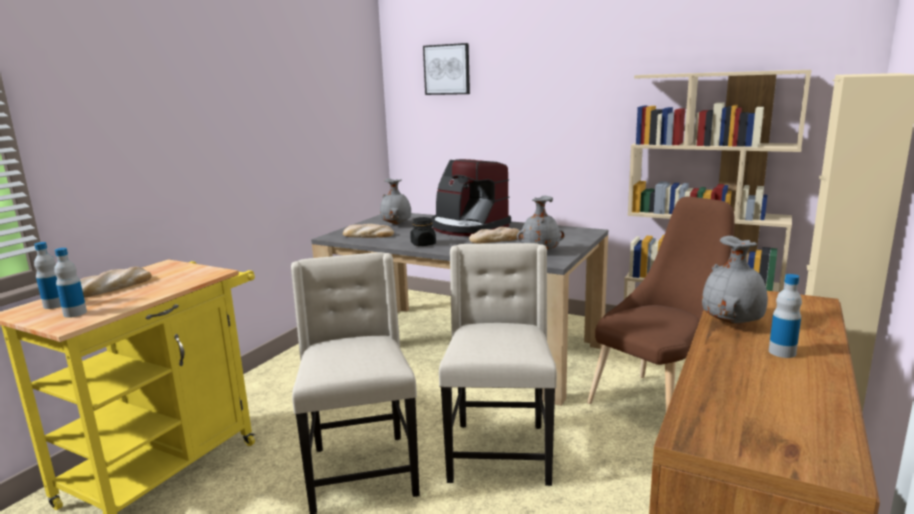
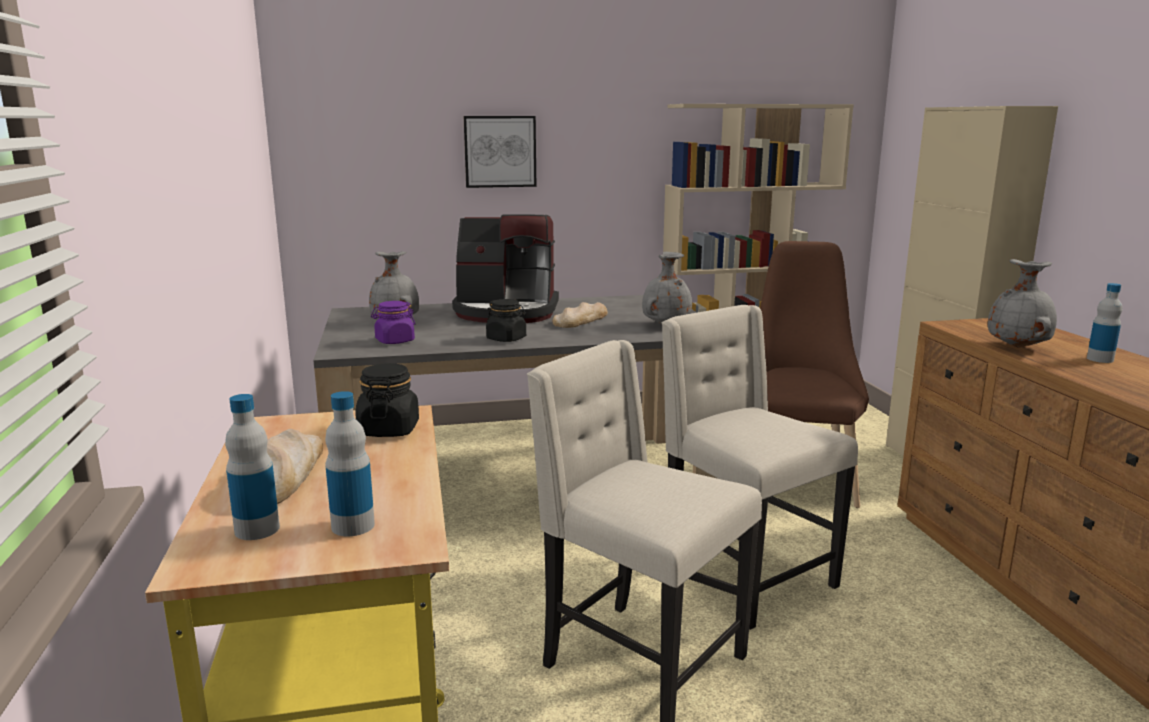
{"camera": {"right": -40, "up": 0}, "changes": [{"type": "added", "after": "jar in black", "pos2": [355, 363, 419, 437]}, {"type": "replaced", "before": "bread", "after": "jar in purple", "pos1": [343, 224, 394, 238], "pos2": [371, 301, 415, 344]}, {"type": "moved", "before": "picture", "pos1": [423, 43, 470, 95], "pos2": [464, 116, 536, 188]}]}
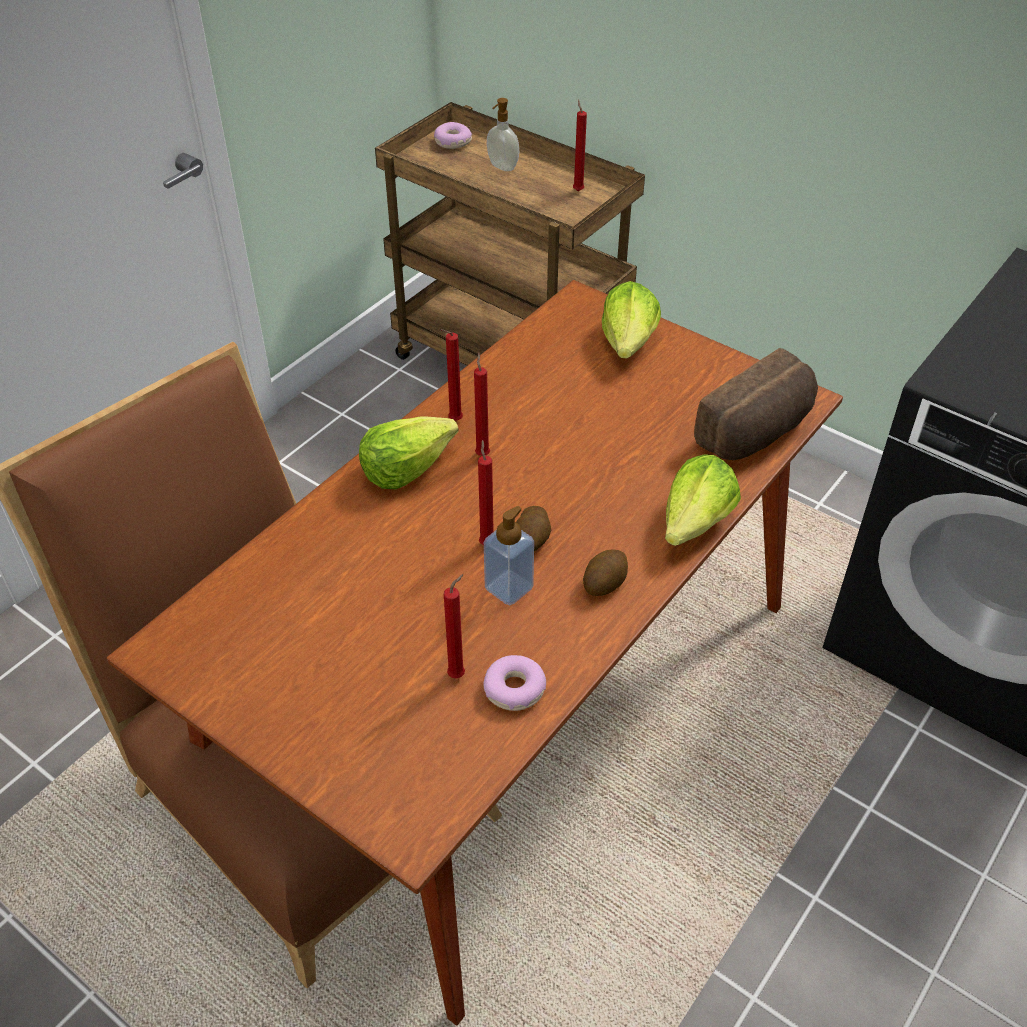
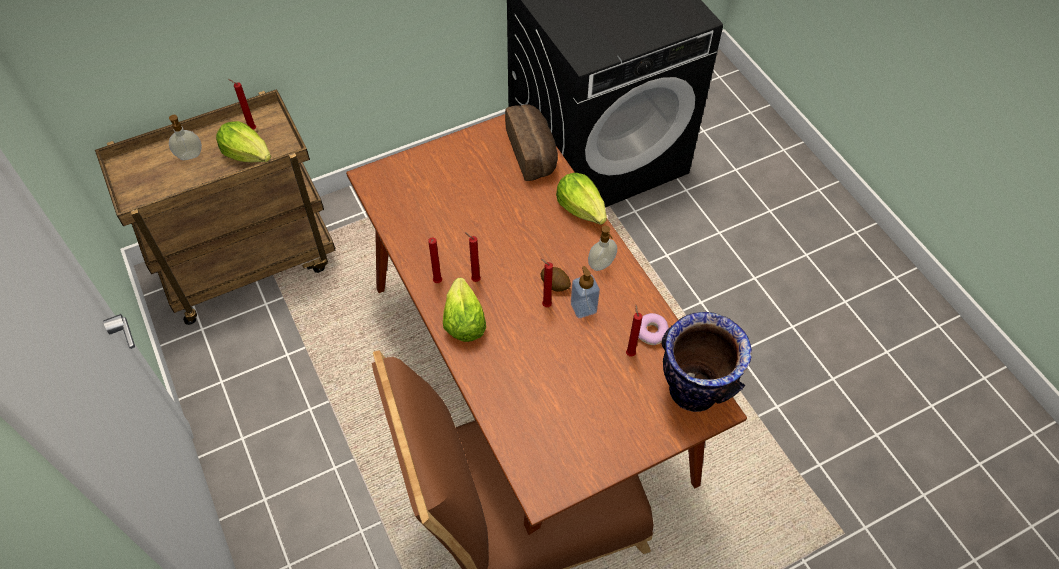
{"camera": {"right": -65, "up": 10}, "changes": [{"type": "moved", "before": "lettuce", "pos1": [602, 281, 661, 359], "pos2": [216, 121, 271, 163]}, {"type": "replaced", "before": "potato", "after": "soap dispenser", "pos1": [583, 549, 628, 596], "pos2": [588, 225, 617, 271]}, {"type": "added", "after": "vase", "pos2": [661, 312, 752, 412]}, {"type": "removed", "before": "donut", "pos1": [434, 122, 472, 149]}]}
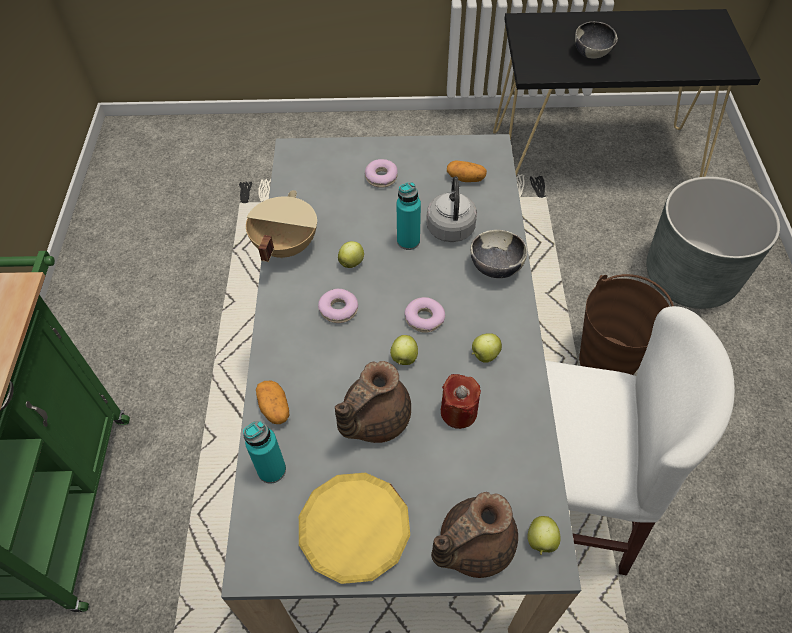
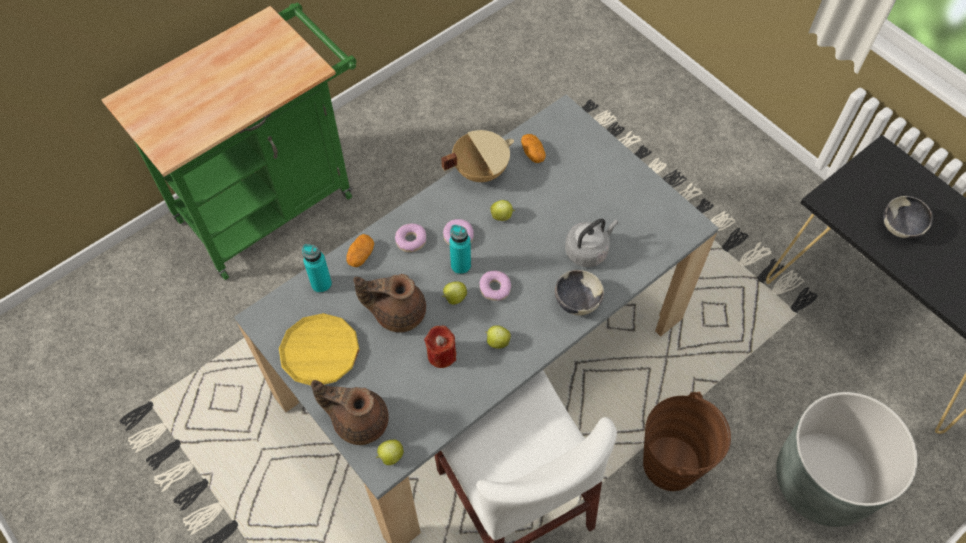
{"camera": {"right": 50, "up": 5}, "changes": [{"type": "moved", "before": "donut", "pos1": [365, 159, 398, 188], "pos2": [395, 223, 426, 252]}, {"type": "moved", "before": "bottle in turquoise", "pos1": [396, 182, 421, 250], "pos2": [450, 225, 471, 275]}, {"type": "moved", "before": "potato", "pos1": [447, 160, 487, 182], "pos2": [521, 134, 546, 163]}]}
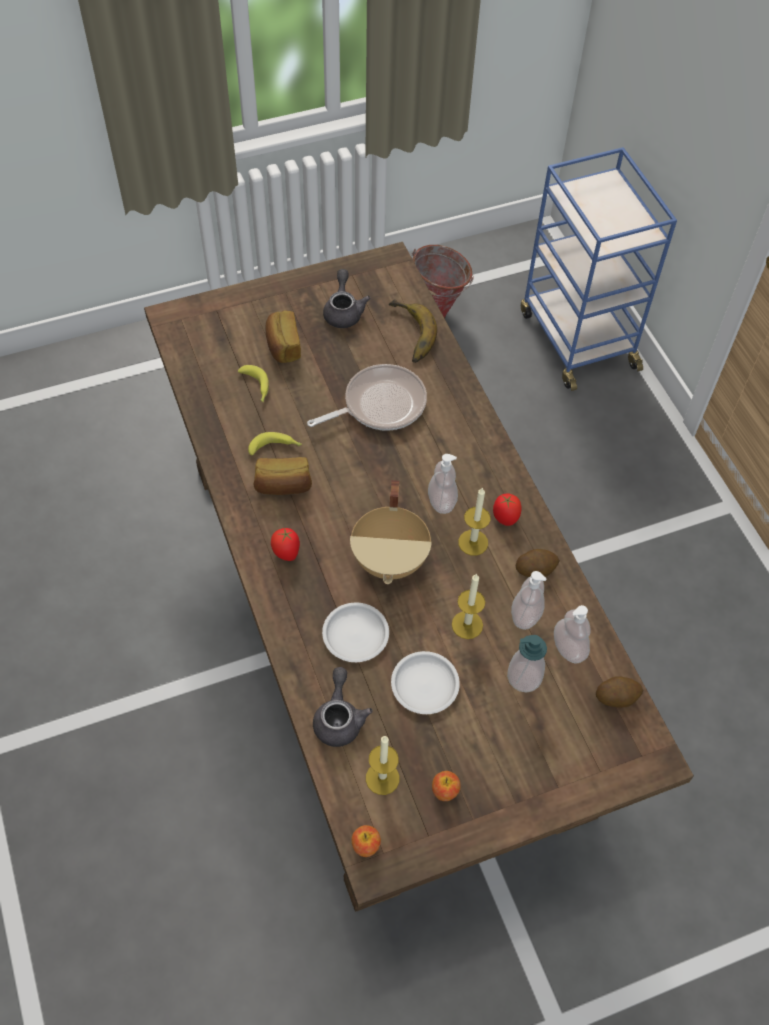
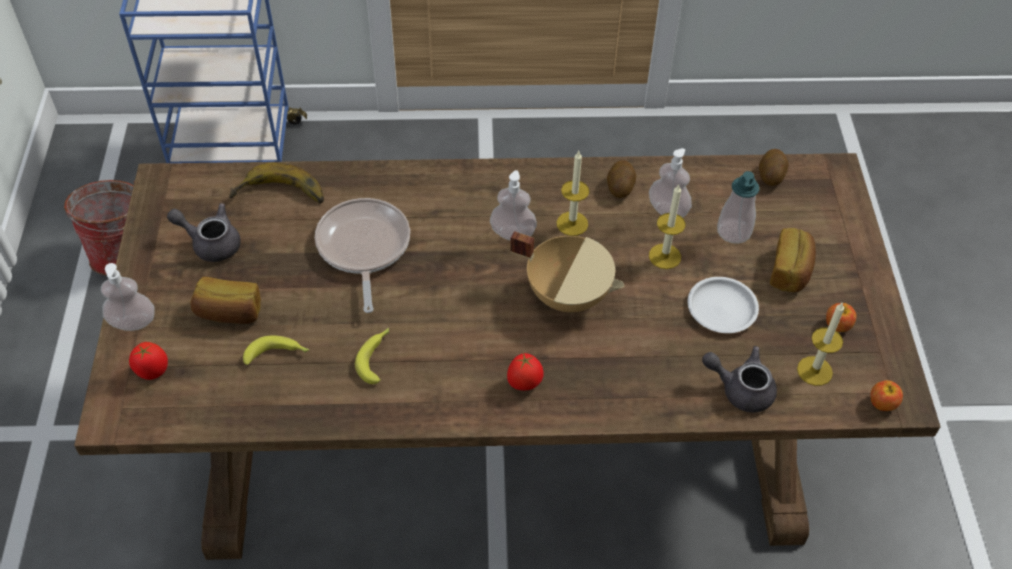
{"camera": {"right": -70, "up": -5}, "changes": [{"type": "moved", "before": "soap dispenser", "pos1": [554, 605, 591, 664], "pos2": [101, 263, 155, 331]}, {"type": "moved", "before": "tomato", "pos1": [493, 493, 522, 526], "pos2": [129, 342, 168, 380]}, {"type": "moved", "before": "bread", "pos1": [253, 457, 312, 495], "pos2": [770, 228, 816, 292]}, {"type": "removed", "before": "plate in white", "pos1": [322, 603, 389, 662]}]}
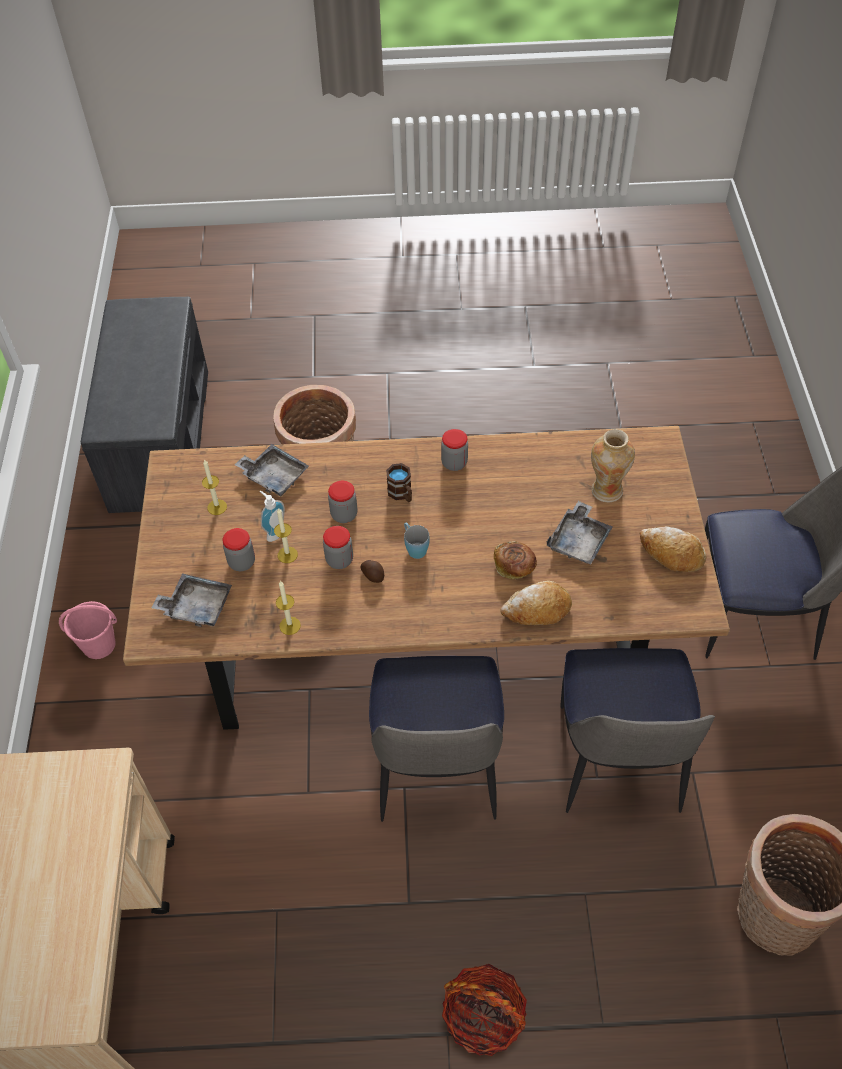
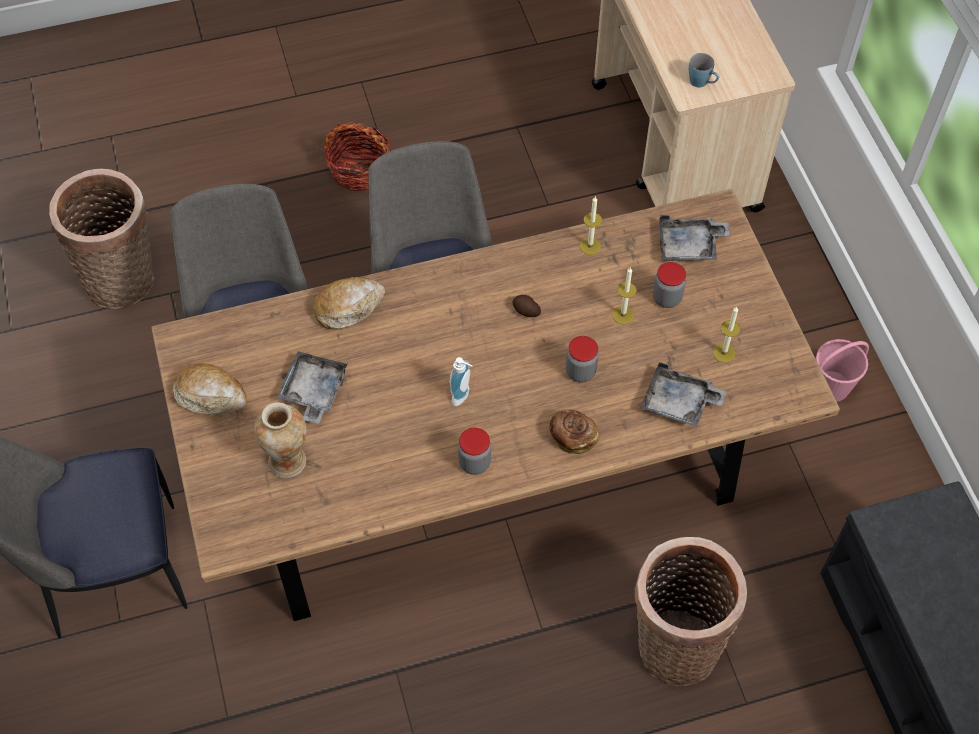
{"camera": {"right": 165, "up": 5}, "changes": [{"type": "moved", "before": "soap dispenser", "pos1": [260, 491, 285, 542], "pos2": [450, 357, 472, 406]}, {"type": "moved", "before": "bread", "pos1": [494, 541, 537, 580], "pos2": [549, 409, 599, 454]}, {"type": "moved", "before": "mug in blue", "pos1": [404, 522, 430, 559], "pos2": [689, 53, 719, 87]}, {"type": "removed", "before": "jar", "pos1": [323, 526, 353, 569]}, {"type": "removed", "before": "mug in brown", "pos1": [386, 463, 412, 502]}]}
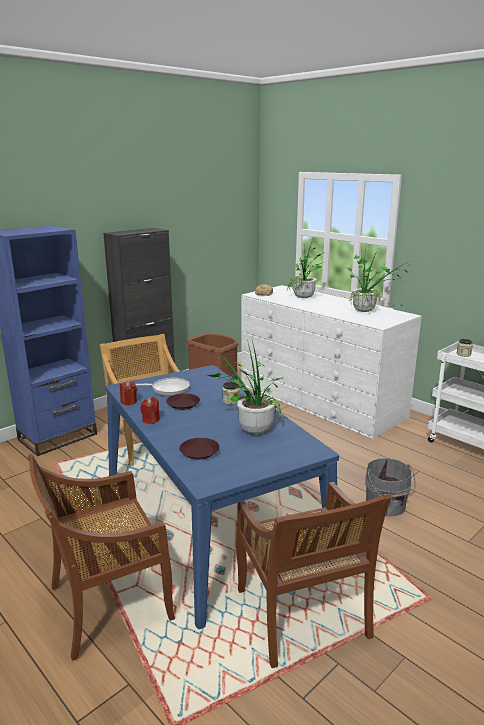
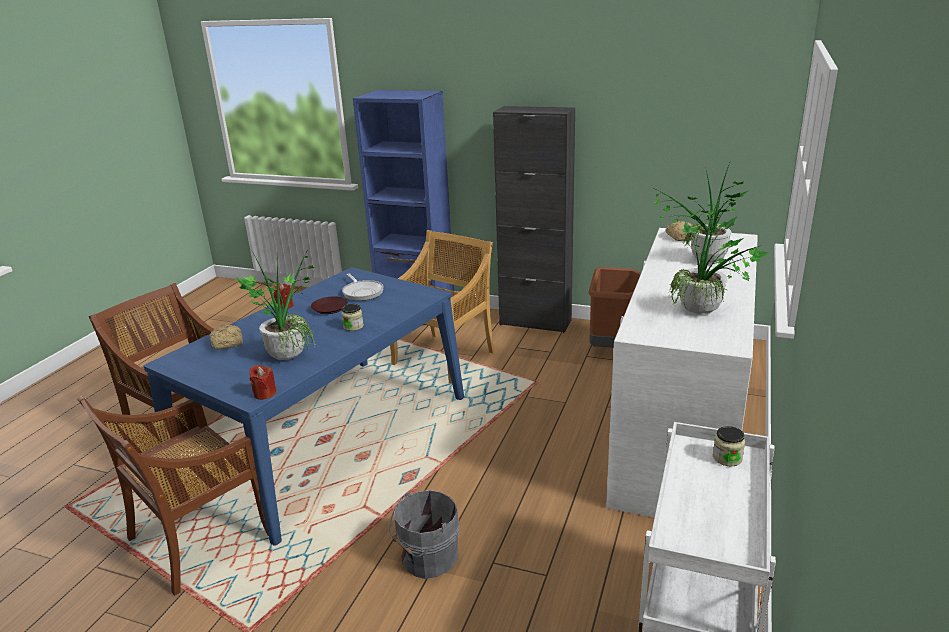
{"camera": {"right": 65, "up": 5}, "changes": [{"type": "replaced", "before": "plate in brown", "after": "bread", "pos1": [179, 438, 219, 459], "pos2": [210, 325, 243, 349]}, {"type": "moved", "before": "candle in red", "pos1": [120, 381, 137, 405], "pos2": [250, 365, 277, 400]}]}
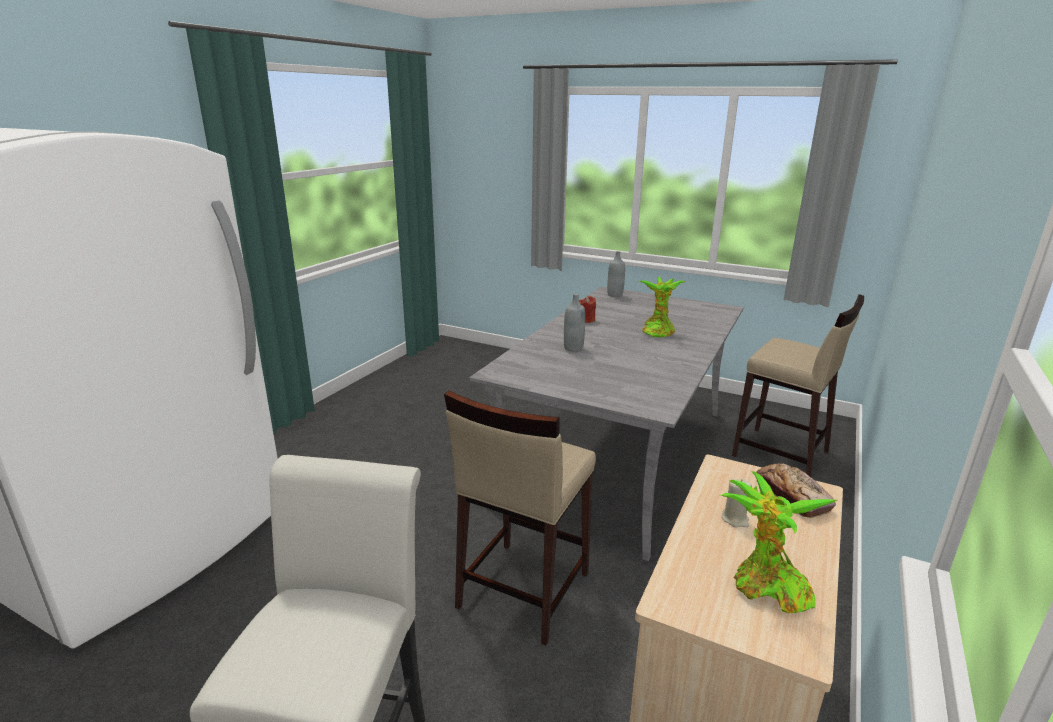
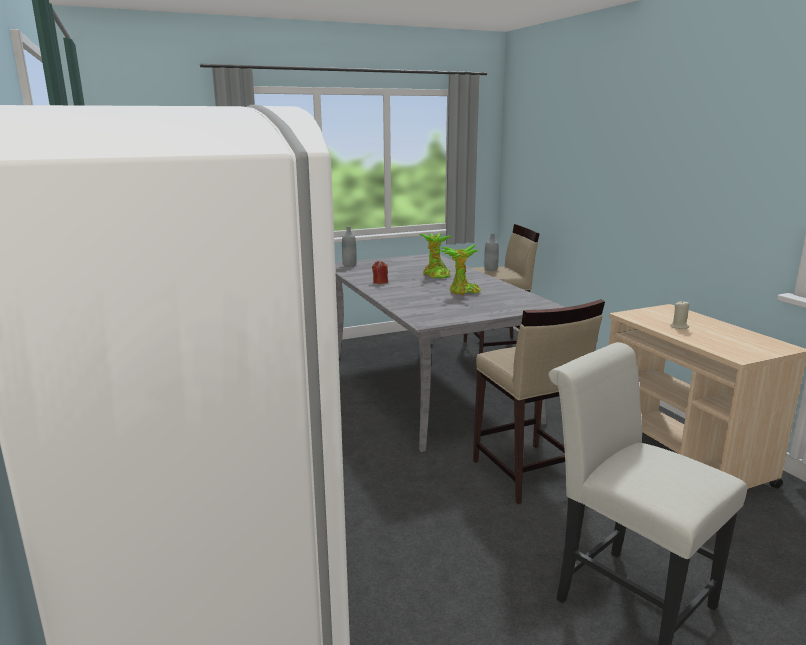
{"camera": {"right": -50, "up": -5}, "changes": [{"type": "moved", "before": "potted plant", "pos1": [720, 471, 837, 613], "pos2": [439, 245, 481, 296]}, {"type": "moved", "before": "bottle in grey", "pos1": [564, 293, 585, 352], "pos2": [484, 233, 499, 271]}, {"type": "removed", "before": "bread", "pos1": [756, 463, 836, 518]}]}
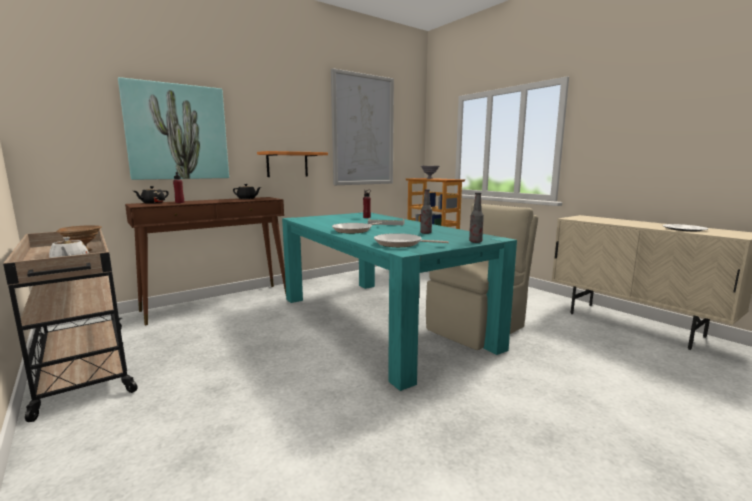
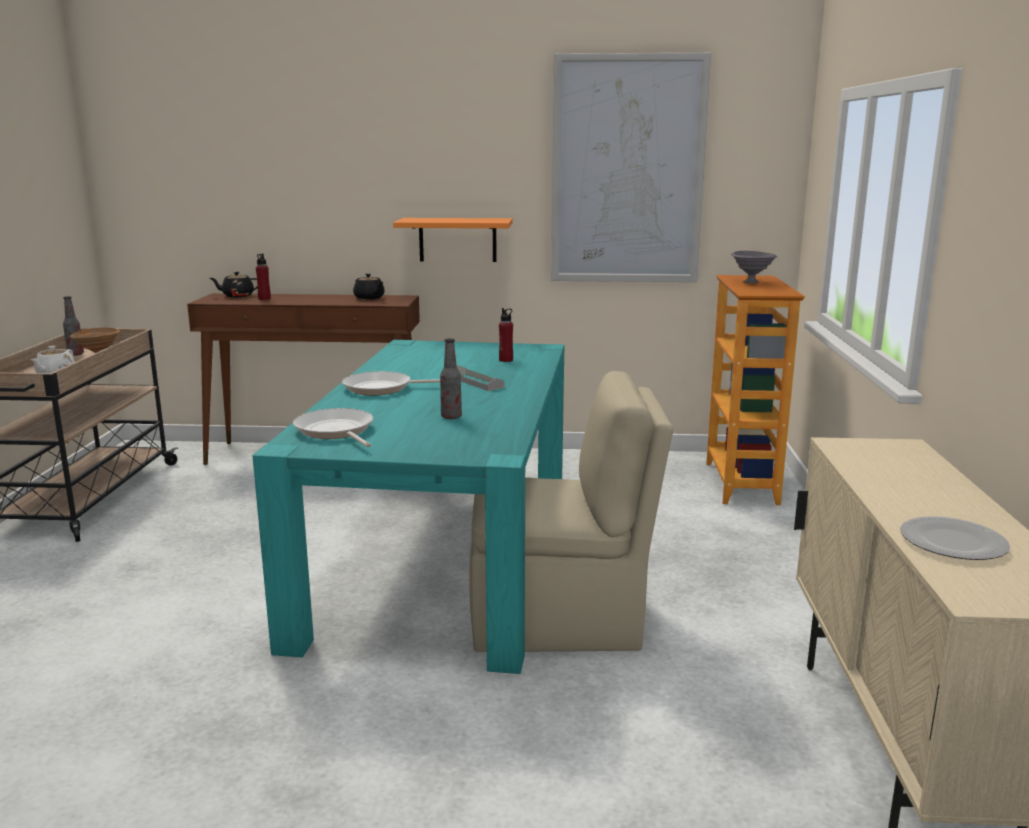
{"camera": {"right": 40, "up": 5}, "changes": [{"type": "moved", "before": "bottle", "pos1": [469, 193, 484, 243], "pos2": [63, 296, 84, 356]}, {"type": "removed", "before": "picture", "pos1": [118, 77, 229, 180]}]}
